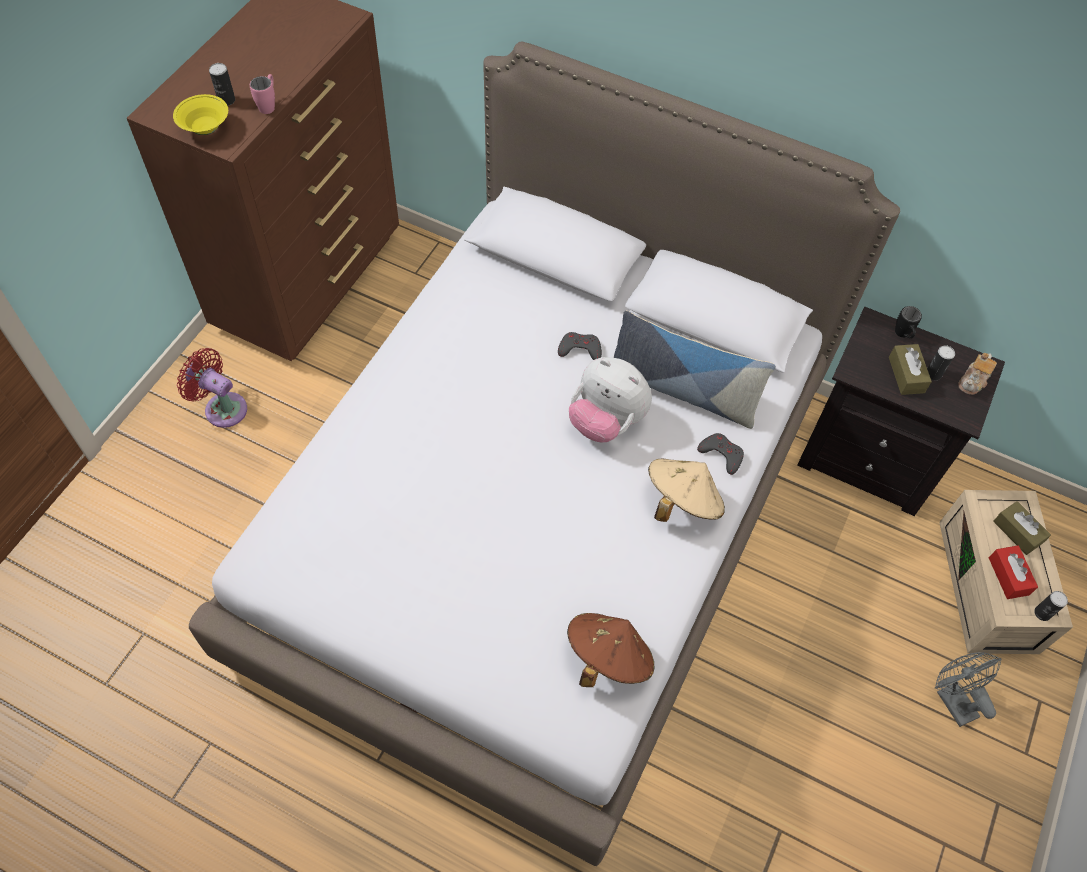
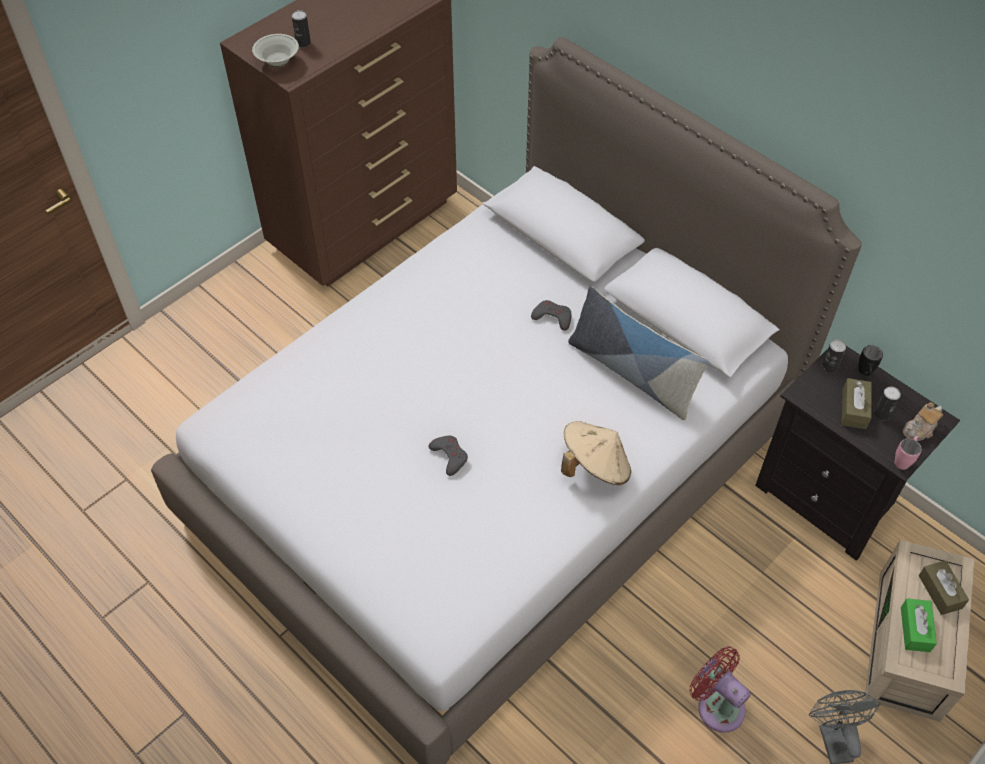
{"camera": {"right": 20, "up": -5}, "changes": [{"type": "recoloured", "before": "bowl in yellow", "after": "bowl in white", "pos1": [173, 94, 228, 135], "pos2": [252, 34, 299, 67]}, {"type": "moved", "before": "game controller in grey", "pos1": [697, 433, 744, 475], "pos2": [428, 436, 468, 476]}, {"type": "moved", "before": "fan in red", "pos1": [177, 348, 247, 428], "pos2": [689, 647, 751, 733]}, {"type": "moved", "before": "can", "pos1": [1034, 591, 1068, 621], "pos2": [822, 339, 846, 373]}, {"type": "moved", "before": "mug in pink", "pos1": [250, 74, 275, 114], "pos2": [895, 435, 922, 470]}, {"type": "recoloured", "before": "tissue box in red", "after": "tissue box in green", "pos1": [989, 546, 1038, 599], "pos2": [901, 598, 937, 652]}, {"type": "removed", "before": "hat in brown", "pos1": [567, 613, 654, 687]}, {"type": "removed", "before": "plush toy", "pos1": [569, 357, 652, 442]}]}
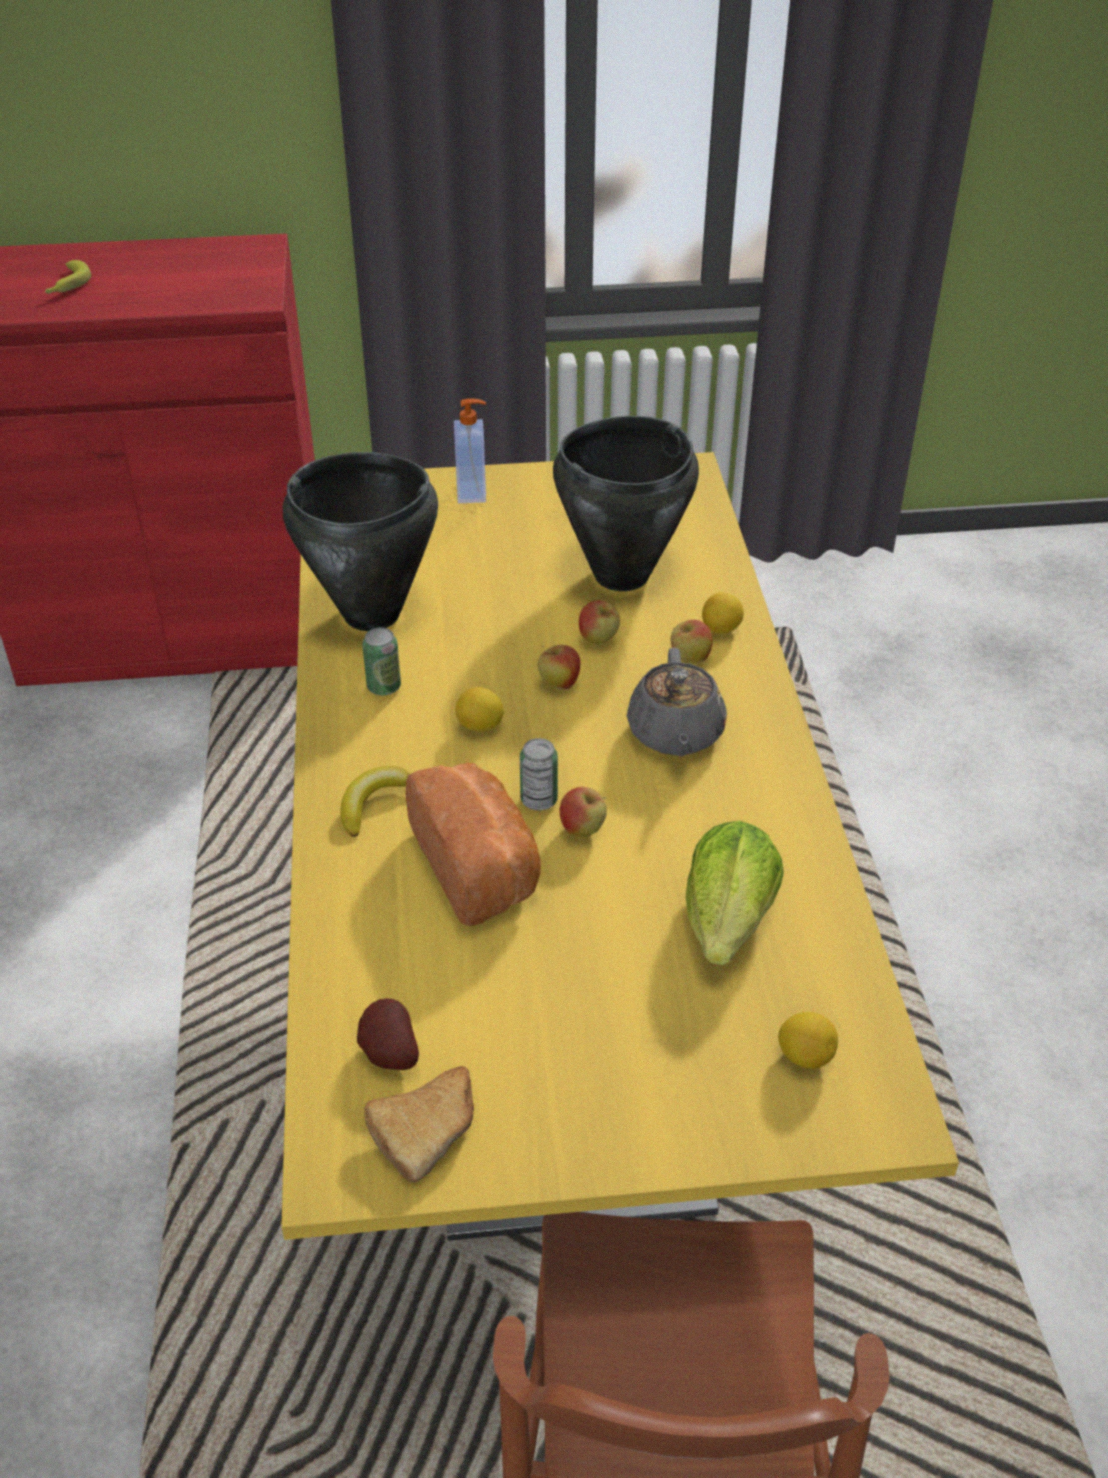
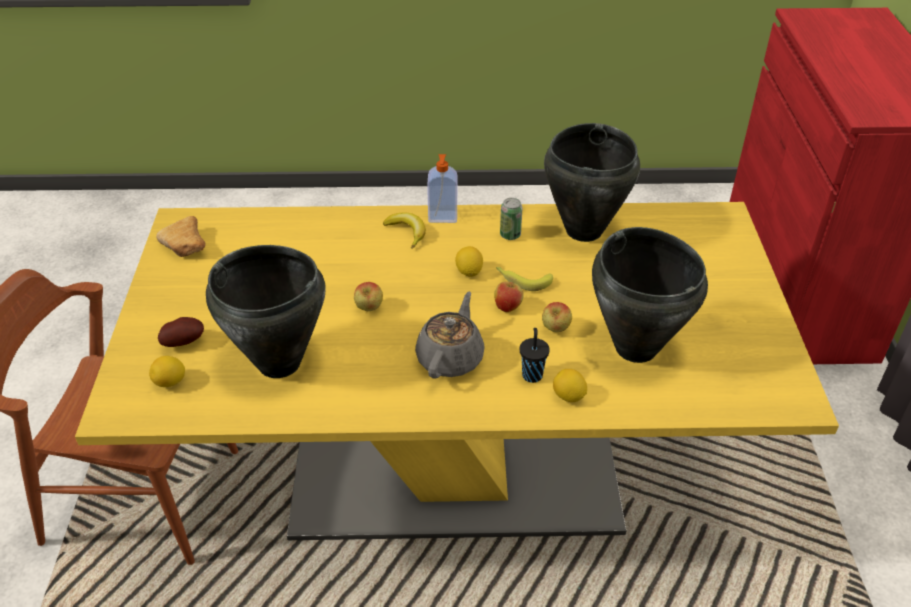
{"camera": {"right": 95, "up": 0}, "changes": [{"type": "moved", "before": "potato", "pos1": [357, 998, 419, 1070], "pos2": [158, 317, 204, 347]}, {"type": "replaced", "before": "lettuce", "after": "cooking pot in black", "pos1": [686, 821, 784, 965], "pos2": [206, 245, 326, 378]}, {"type": "turned", "before": "teapot in grey", "pos1": [627, 647, 727, 756], "pos2": [415, 291, 485, 378], "turn": 105}, {"type": "moved", "before": "soap dispenser", "pos1": [454, 398, 486, 503], "pos2": [427, 154, 457, 223]}, {"type": "moved", "before": "banana", "pos1": [45, 260, 91, 294], "pos2": [496, 267, 553, 291]}, {"type": "replaced", "before": "apple", "after": "cup in black", "pos1": [670, 620, 713, 664], "pos2": [520, 328, 550, 383]}, {"type": "removed", "before": "bread", "pos1": [406, 763, 541, 926]}, {"type": "removed", "before": "can", "pos1": [520, 738, 558, 811]}]}
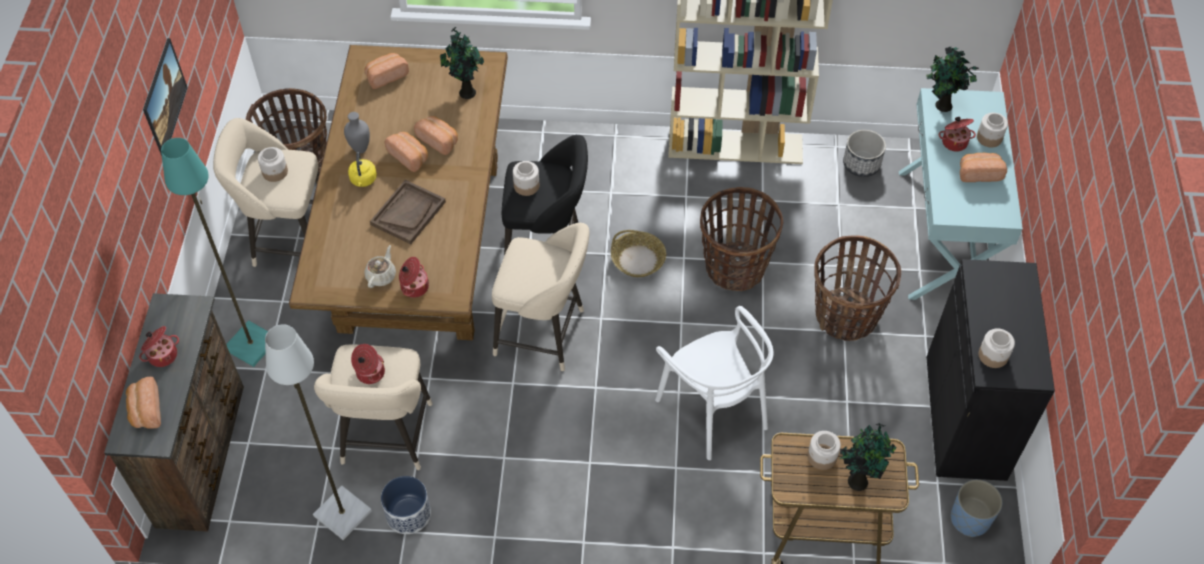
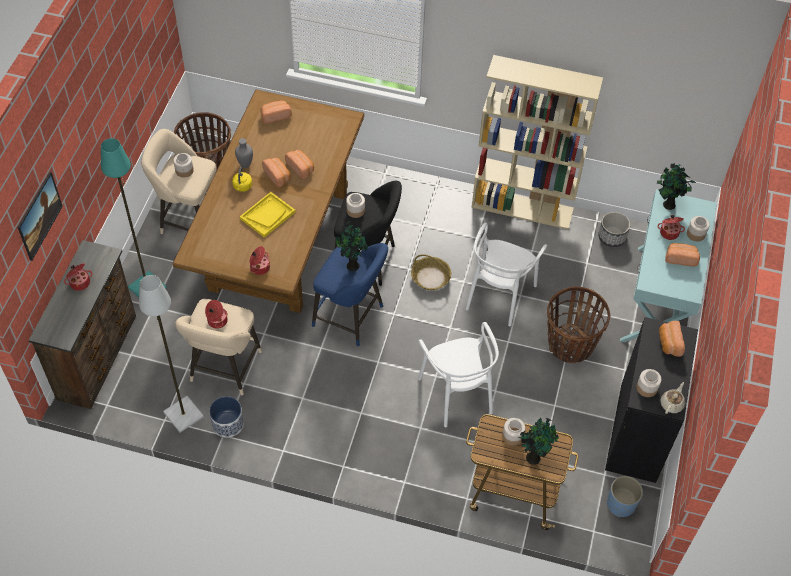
{"camera": {"right": 10, "up": 0}, "changes": [{"type": "moved", "before": "picture", "pos1": [143, 38, 188, 156], "pos2": [17, 172, 63, 261]}, {"type": "recoloured", "before": "tray in brown", "after": "tray in yellow", "pos1": [370, 180, 446, 244], "pos2": [240, 192, 295, 238]}, {"type": "recoloured", "before": "stool in beige", "after": "stool in blue", "pos1": [492, 223, 590, 371], "pos2": [312, 243, 388, 346]}, {"type": "moved", "before": "potted plant", "pos1": [440, 27, 484, 99], "pos2": [335, 221, 368, 271]}, {"type": "replaced", "before": "basket", "after": "chair in white", "pos1": [700, 187, 783, 291], "pos2": [466, 222, 547, 327]}, {"type": "moved", "before": "bread", "pos1": [126, 377, 161, 429], "pos2": [659, 321, 685, 357]}, {"type": "moved", "before": "teapot in beige", "pos1": [364, 245, 396, 288], "pos2": [660, 382, 685, 414]}]}
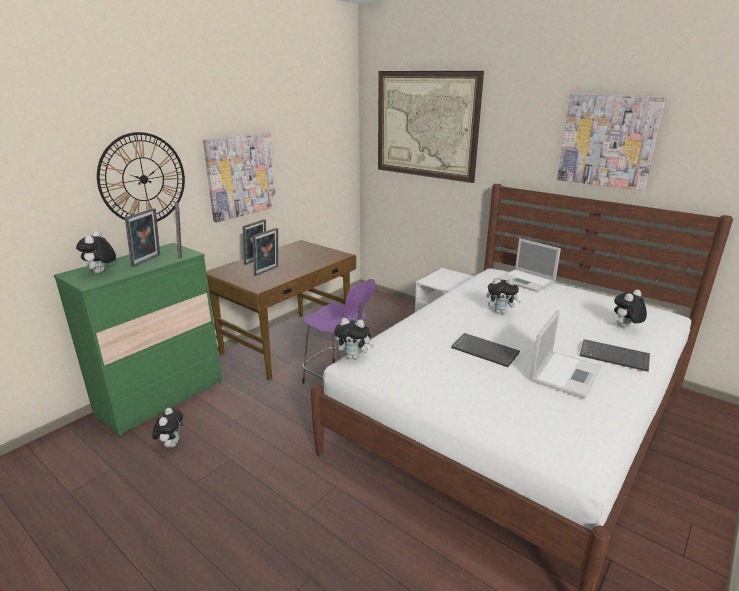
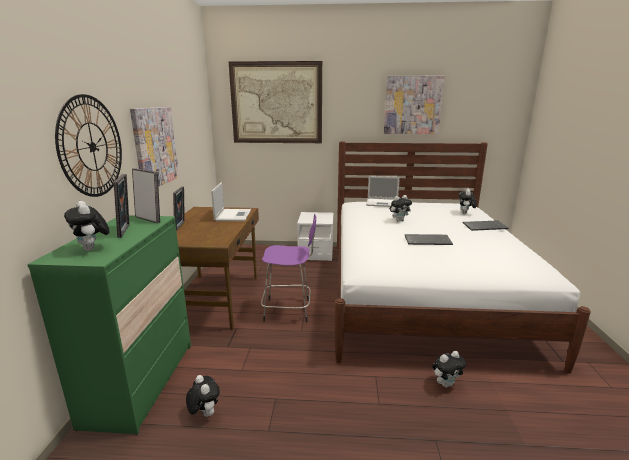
{"camera": {"right": -35, "up": -5}, "changes": [{"type": "moved", "before": "laptop", "pos1": [530, 310, 601, 399], "pos2": [211, 182, 251, 221]}, {"type": "moved", "before": "plush toy", "pos1": [334, 318, 374, 359], "pos2": [432, 351, 466, 388]}, {"type": "removed", "before": "picture frame", "pos1": [253, 228, 278, 276]}]}
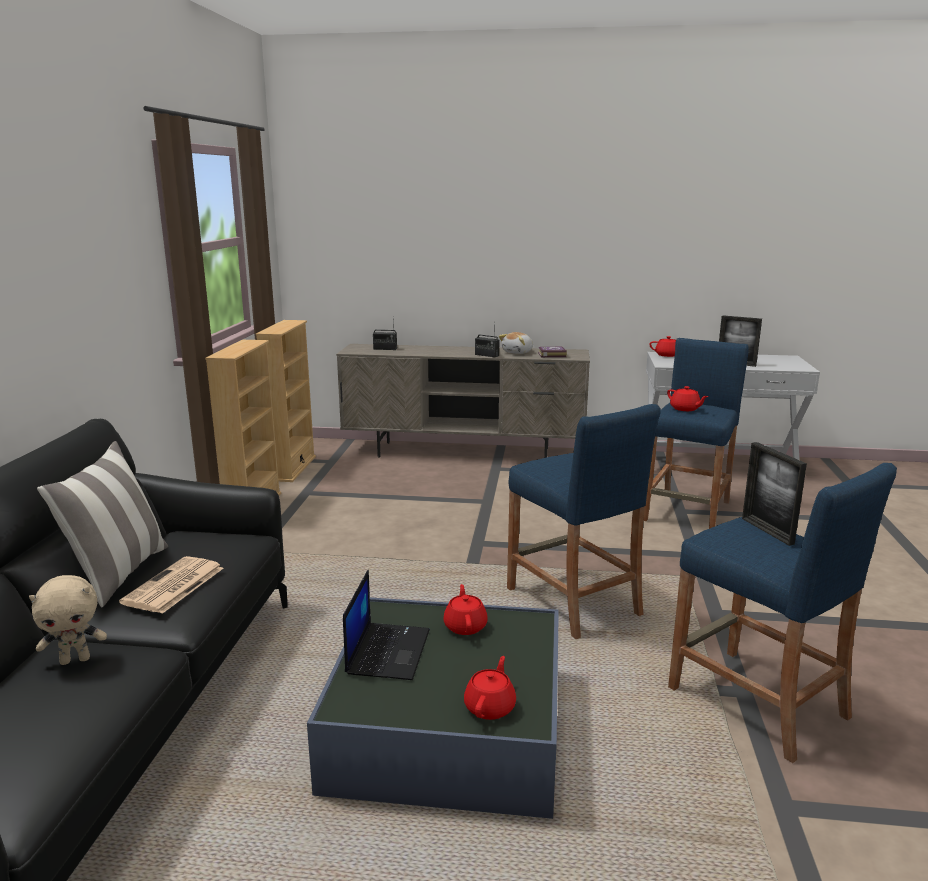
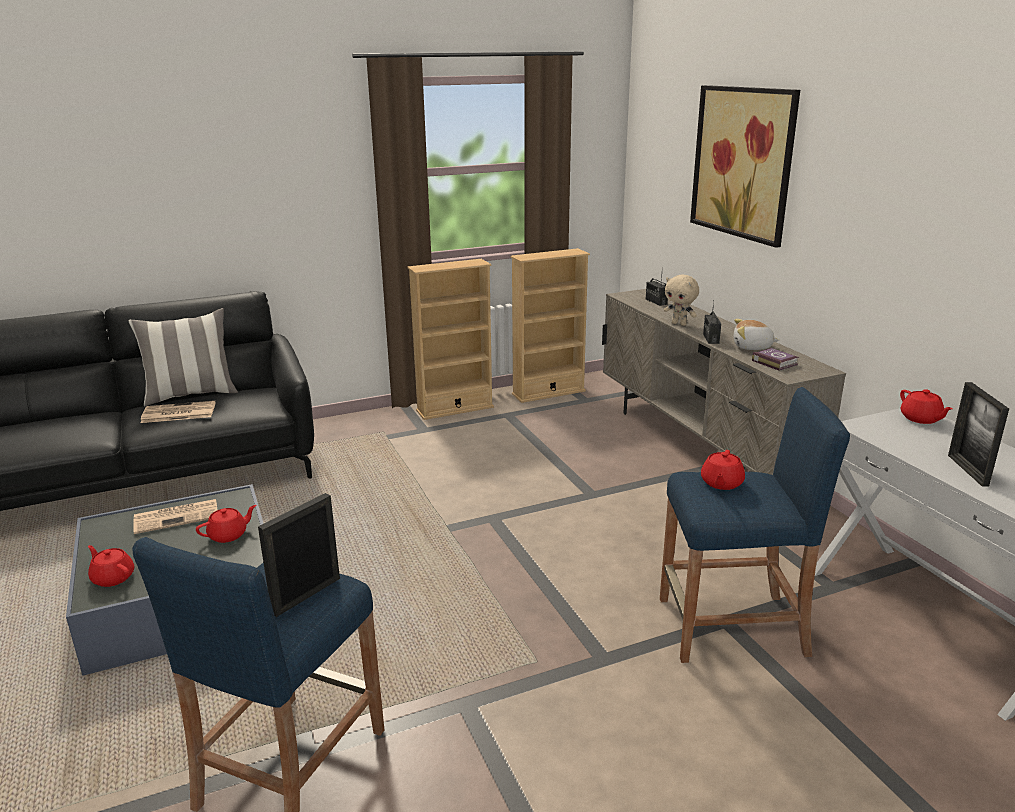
{"camera": {"right": 60, "up": 5}, "changes": [{"type": "turned", "before": "teapot in red", "pos1": [464, 656, 516, 720], "pos2": [88, 545, 134, 587], "turn": -135}, {"type": "replaced", "before": "laptop", "after": "newspaper", "pos1": [343, 570, 430, 680], "pos2": [133, 499, 218, 534]}, {"type": "moved", "before": "plush toy in beige", "pos1": [29, 575, 107, 665], "pos2": [664, 275, 699, 326]}, {"type": "added", "after": "picture", "pos2": [690, 85, 800, 248]}, {"type": "removed", "before": "stool in blue", "pos1": [507, 404, 661, 639]}]}
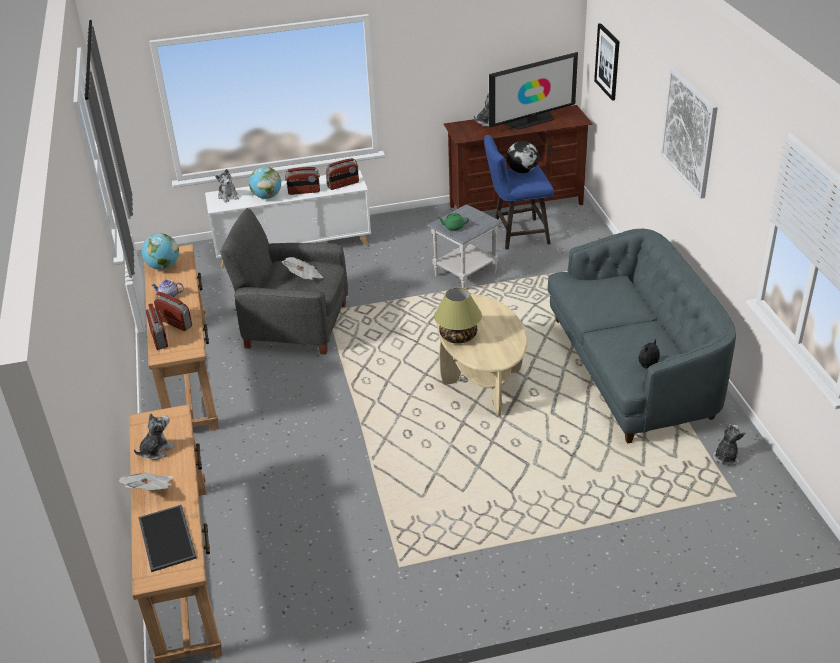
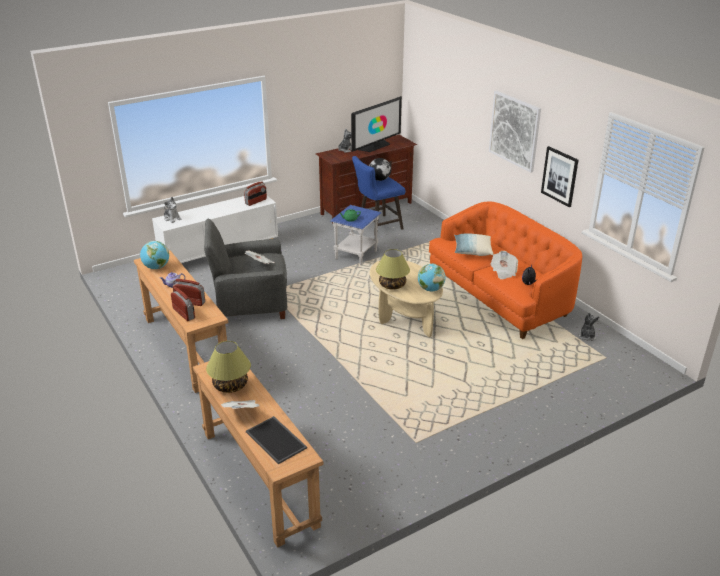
{"camera": {"right": -20, "up": -5}, "changes": [{"type": "replaced", "before": "plush toy", "after": "table lamp", "pos1": [134, 413, 175, 460], "pos2": [206, 341, 251, 393]}, {"type": "recoloured", "before": "side table in grey", "after": "side table in blue", "pos1": [427, 204, 503, 289], "pos2": [330, 205, 381, 265]}, {"type": "moved", "before": "globe", "pos1": [249, 166, 281, 199], "pos2": [418, 264, 445, 291]}, {"type": "recoloured", "before": "sofa in grey", "after": "sofa in orange", "pos1": [548, 229, 736, 444], "pos2": [429, 202, 582, 339]}, {"type": "added", "after": "pillow", "pos2": [454, 233, 494, 256]}, {"type": "added", "after": "newspaper", "pos2": [490, 251, 518, 279]}, {"type": "moved", "before": "picture", "pos1": [594, 23, 620, 101], "pos2": [541, 146, 578, 207]}, {"type": "removed", "before": "radio", "pos1": [285, 167, 320, 195]}]}
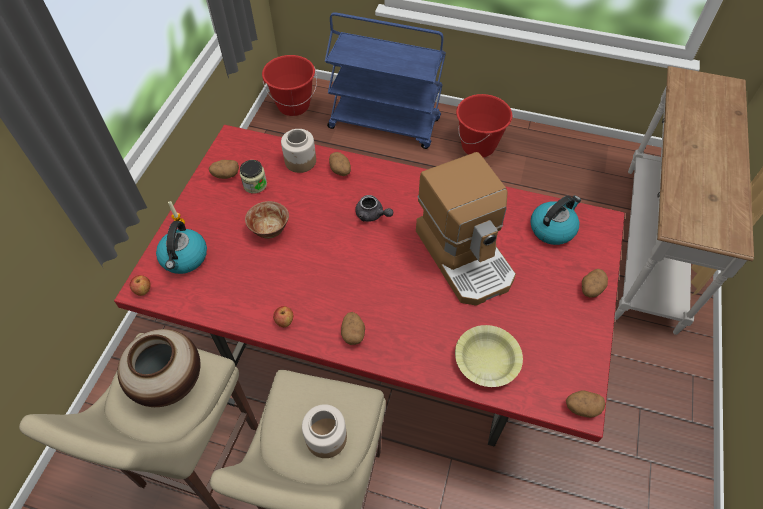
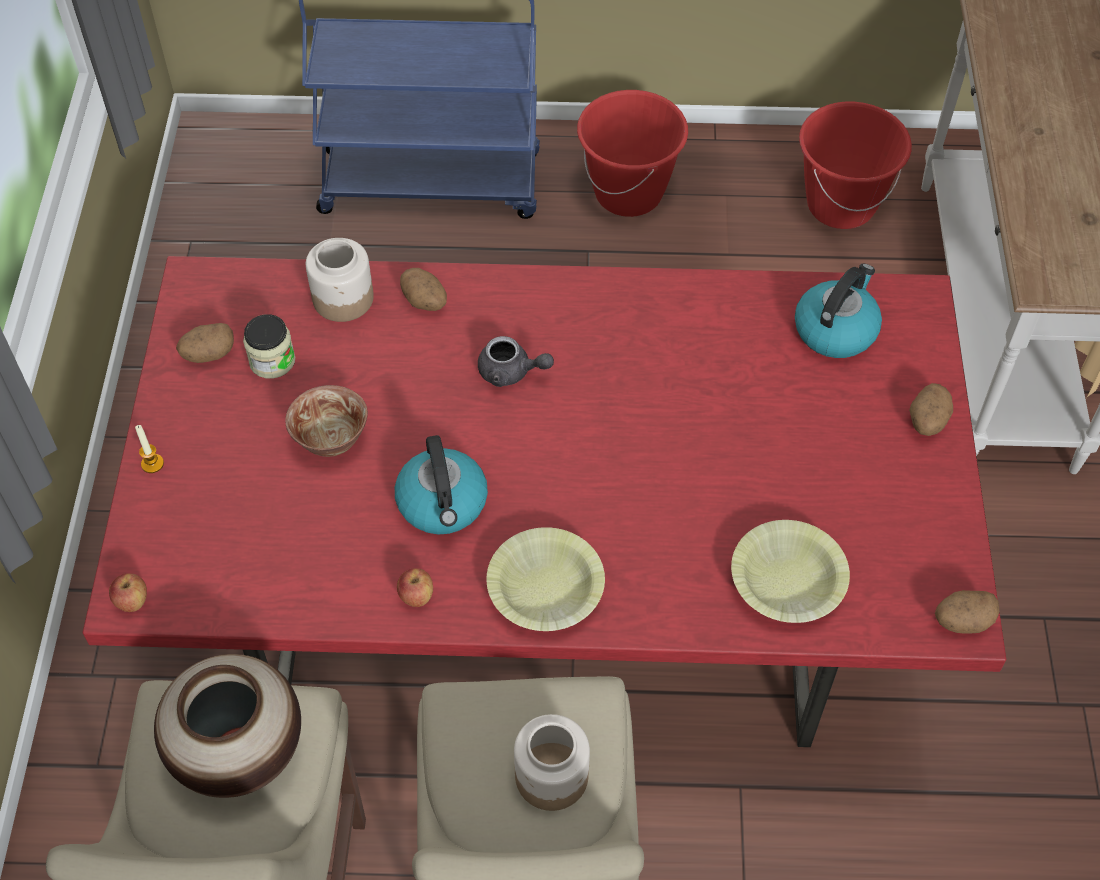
{"camera": {"right": -15, "up": 0}, "changes": [{"type": "moved", "before": "kettle", "pos1": [156, 221, 207, 274], "pos2": [395, 435, 488, 534]}, {"type": "replaced", "before": "potato", "after": "bowl in yellow", "pos1": [341, 312, 365, 345], "pos2": [486, 527, 605, 631]}, {"type": "moved", "before": "bucket in red", "pos1": [262, 55, 317, 116], "pos2": [799, 102, 912, 229]}, {"type": "removed", "before": "coffee machine", "pos1": [416, 152, 516, 306]}]}
